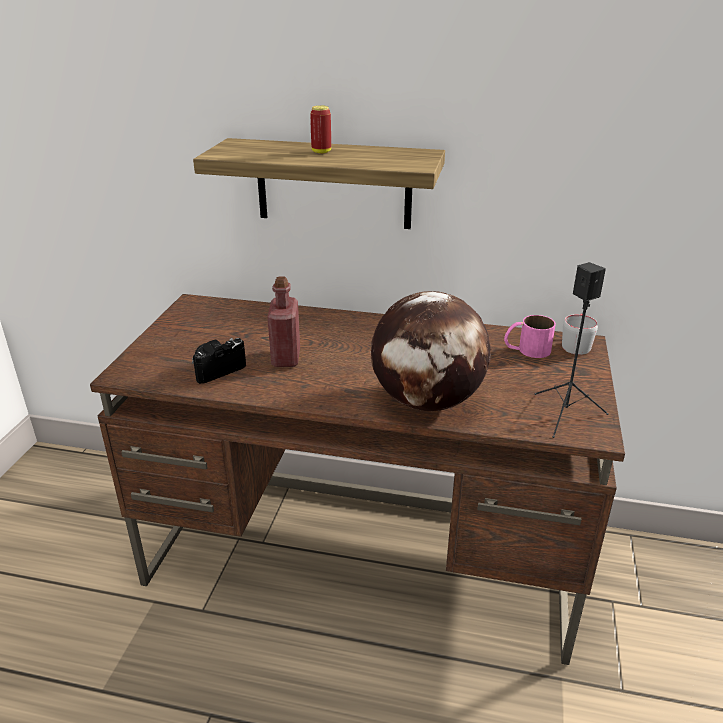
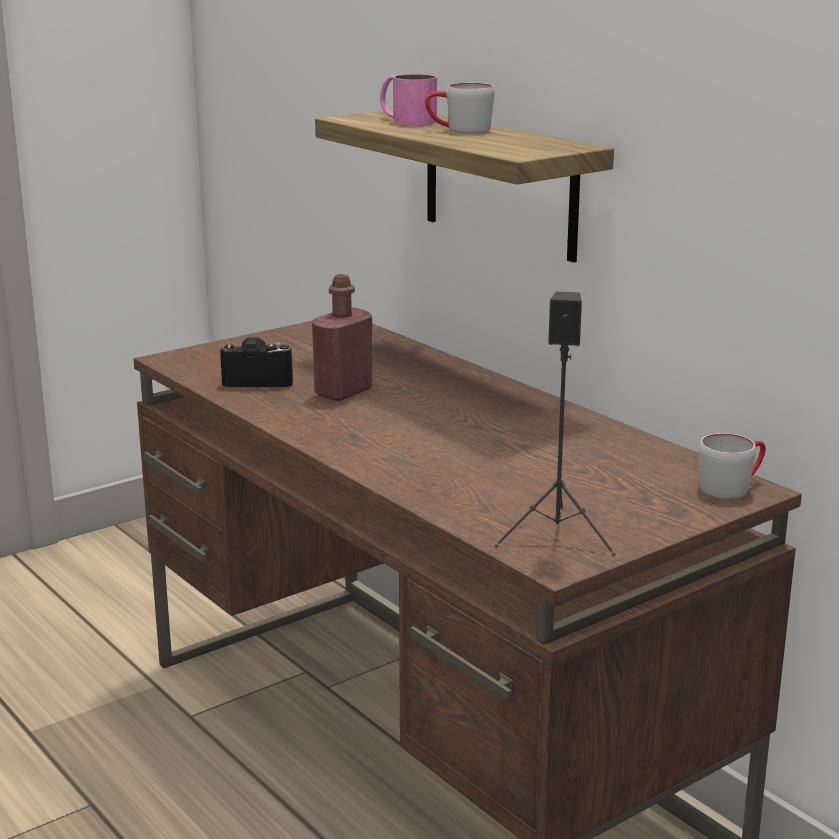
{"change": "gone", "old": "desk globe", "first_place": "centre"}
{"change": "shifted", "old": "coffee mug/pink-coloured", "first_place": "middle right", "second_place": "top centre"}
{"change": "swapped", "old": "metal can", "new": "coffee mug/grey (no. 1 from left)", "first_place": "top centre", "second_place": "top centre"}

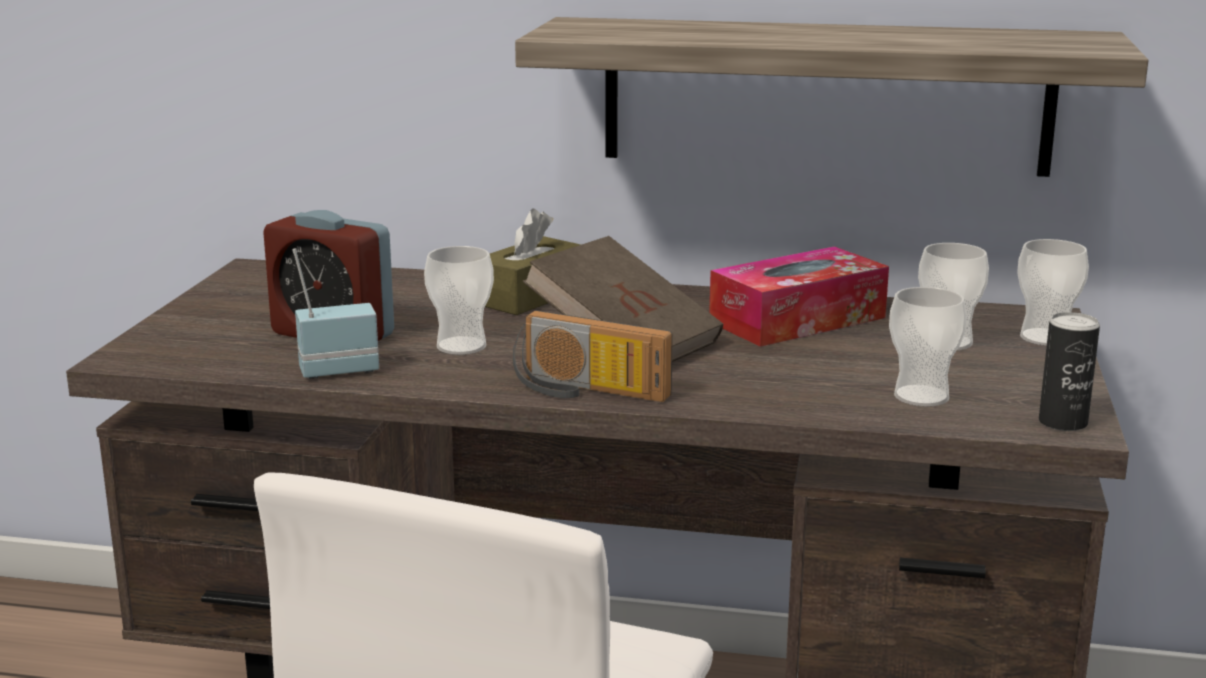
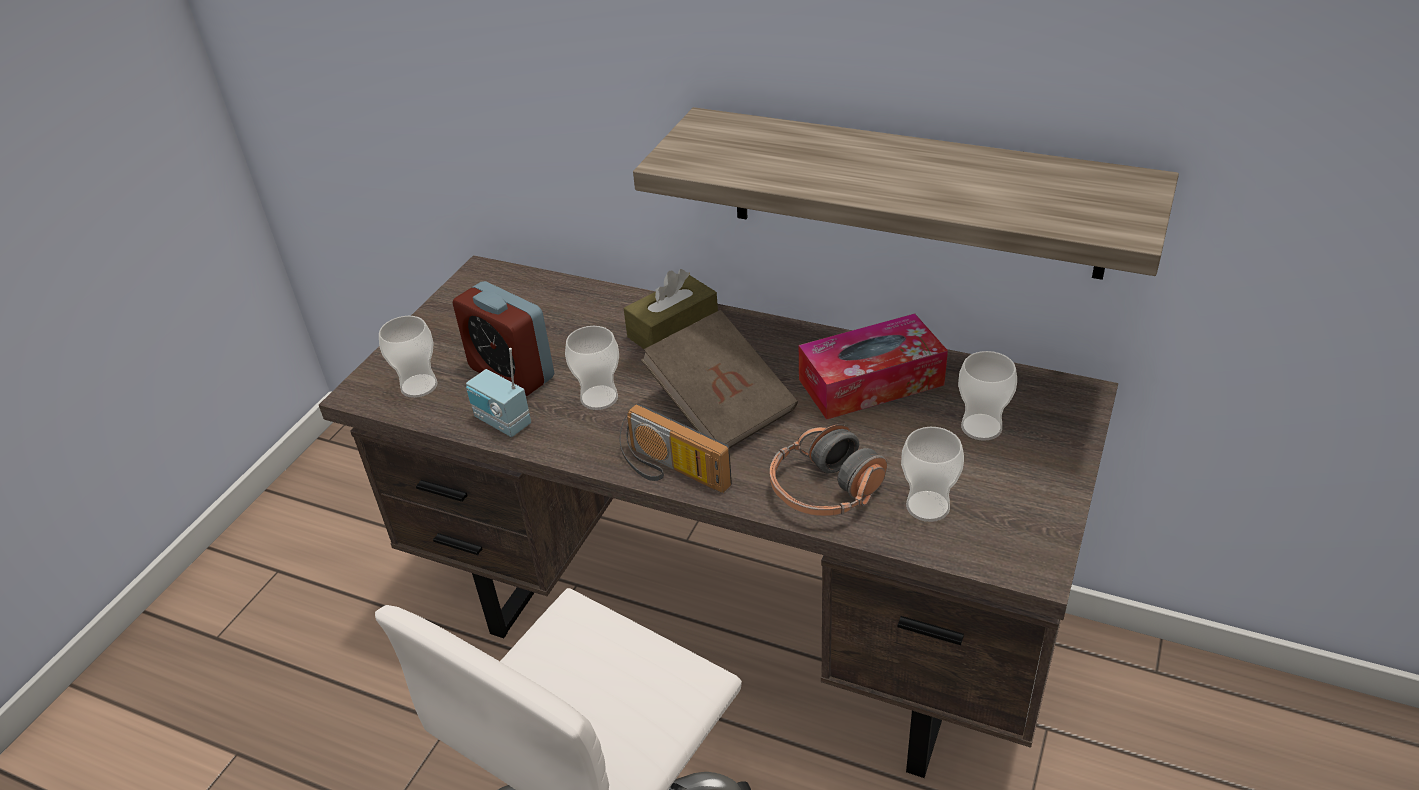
{"change": "gone", "old": "metal can", "first_place": "middle right"}
{"change": "new", "new": "pair of headphones", "second_place": "centre"}
{"change": "shifted", "old": "cup (no. 4 from left in the first image)", "new": "cup (no. 1 from left)", "first_place": "middle right", "second_place": "middle left"}
{"change": "rotated", "old": "radio receiver (no. 1 from left)", "first_place": "middle left", "second_place": "centre", "degrees": -135}

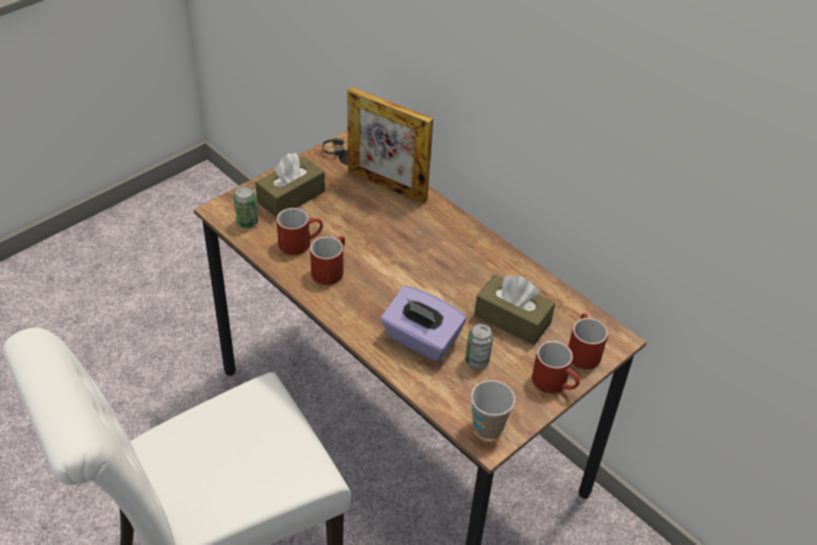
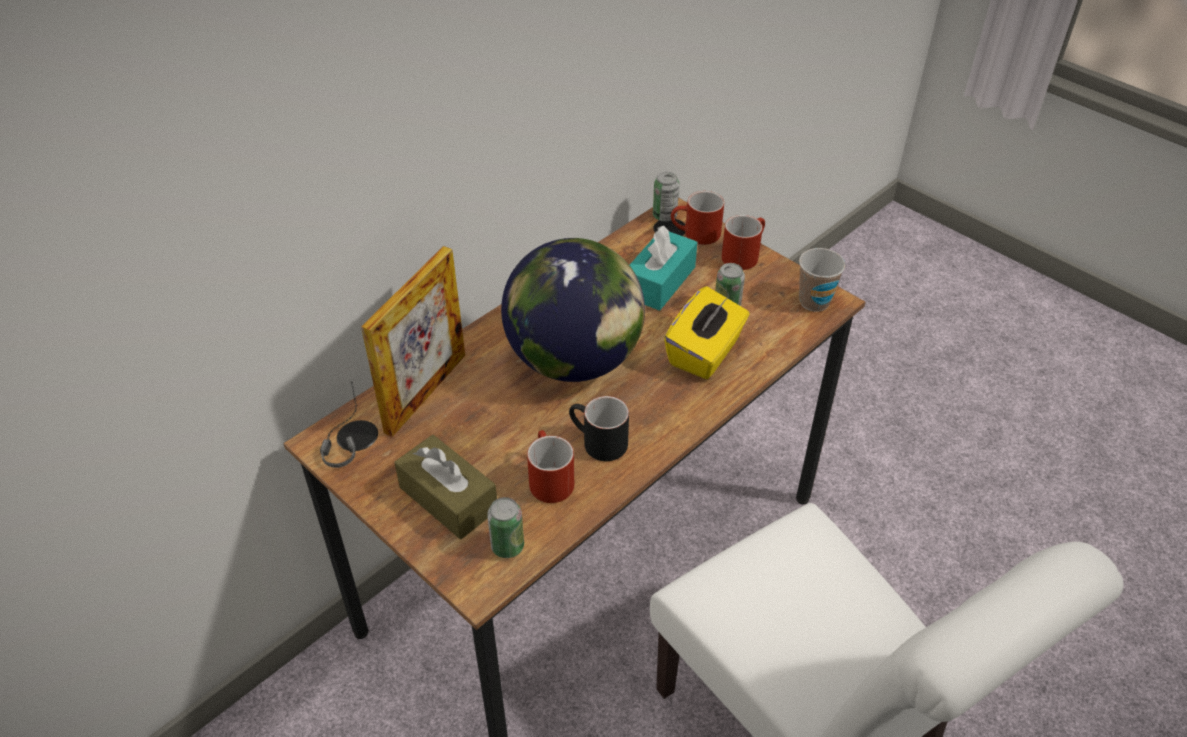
{"change": "new", "new": "desk globe", "second_place": "centre"}
{"change": "new", "new": "metal can (no. 2 from left)", "second_place": "top centre"}
{"change": "repainted", "old": "coffee mug/red-coloured (no. 2 from left)", "new": "coffee mug/blackish", "first_place": "centre", "second_place": "centre"}
{"change": "repainted", "old": "tissue box/purple-coloured", "new": "tissue box/yellowish", "first_place": "centre", "second_place": "centre"}
{"change": "repainted", "old": "tissue box/brown-coloured (no. 2 from left)", "new": "tissue box/turquoise", "first_place": "centre", "second_place": "centre"}

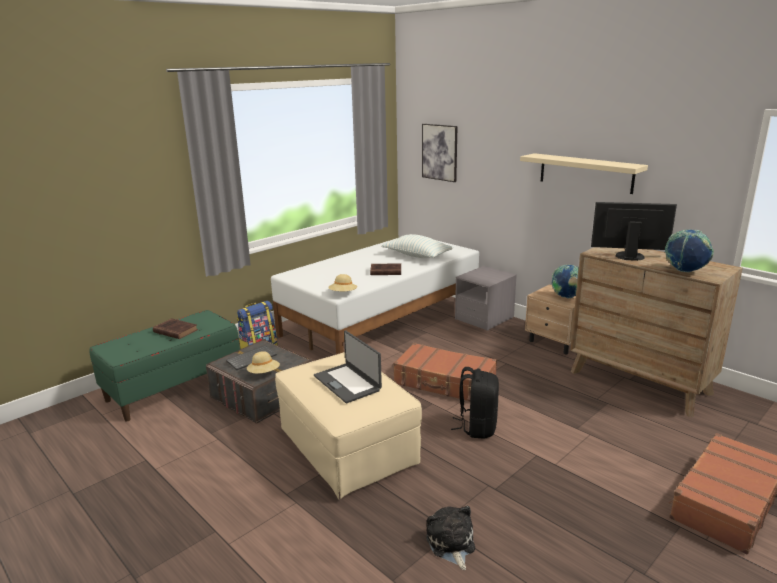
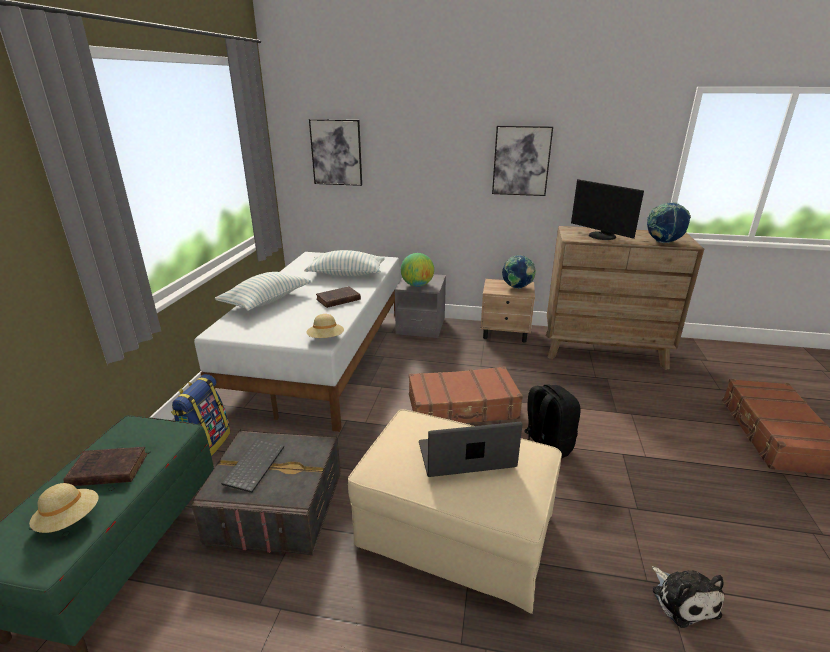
{"change": "new", "new": "throw pillow (no. 1 from left)", "second_place": "middle left"}
{"change": "new", "new": "desk globe (no. 1 from left)", "second_place": "centre"}
{"change": "shifted", "old": "hat/beige (no. 1 from left)", "first_place": "centre", "second_place": "bottom left"}
{"change": "swapped", "old": "shelf/beige", "new": "wall art (no. 2 from left)", "first_place": "top right", "second_place": "top centre"}
{"change": "rotated", "old": "laptop", "first_place": "centre", "second_place": "bottom centre", "degrees": 150}
{"change": "rotated", "old": "soft toy", "first_place": "bottom centre", "second_place": "bottom right", "degrees": -150}
{"change": "rotated", "old": "monitor", "first_place": "middle right", "second_place": "top right", "degrees": -105}

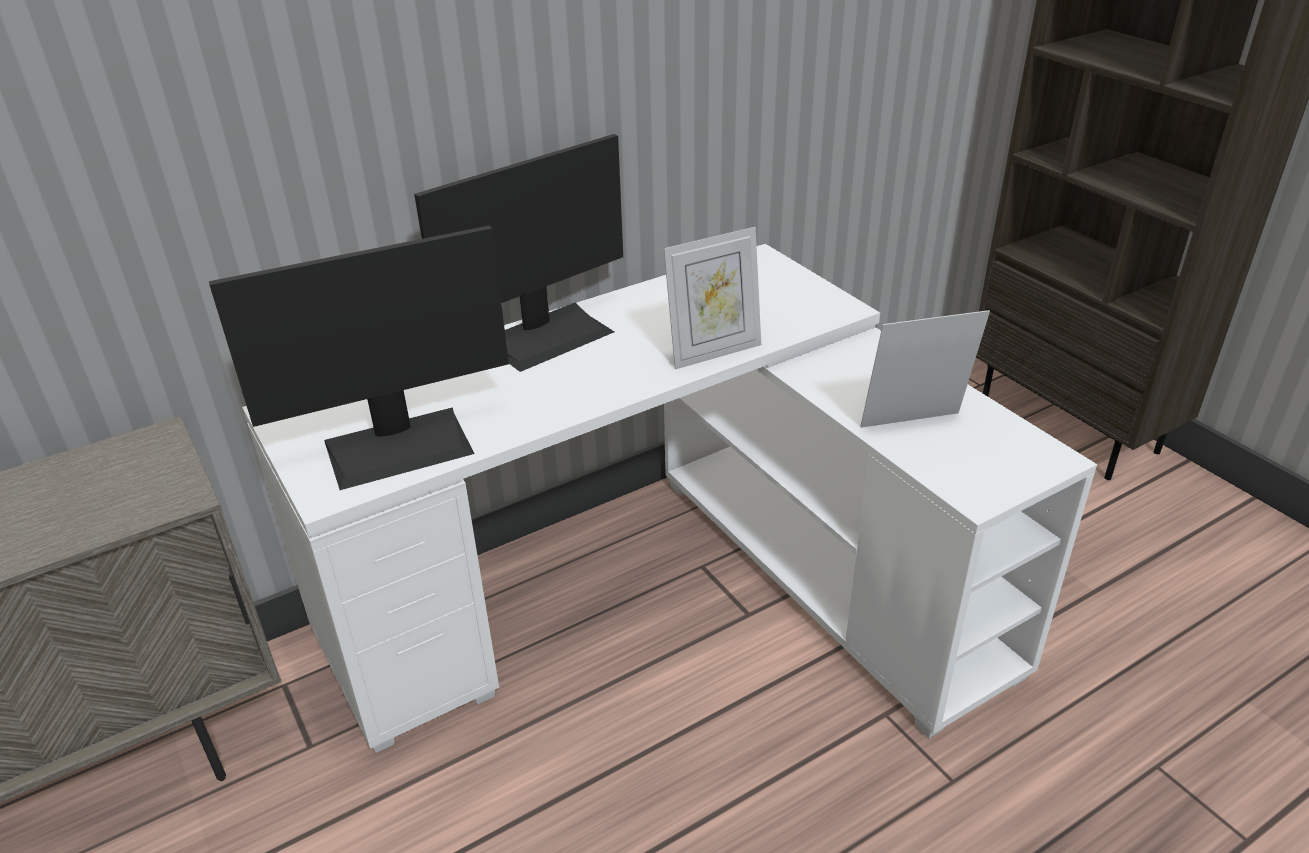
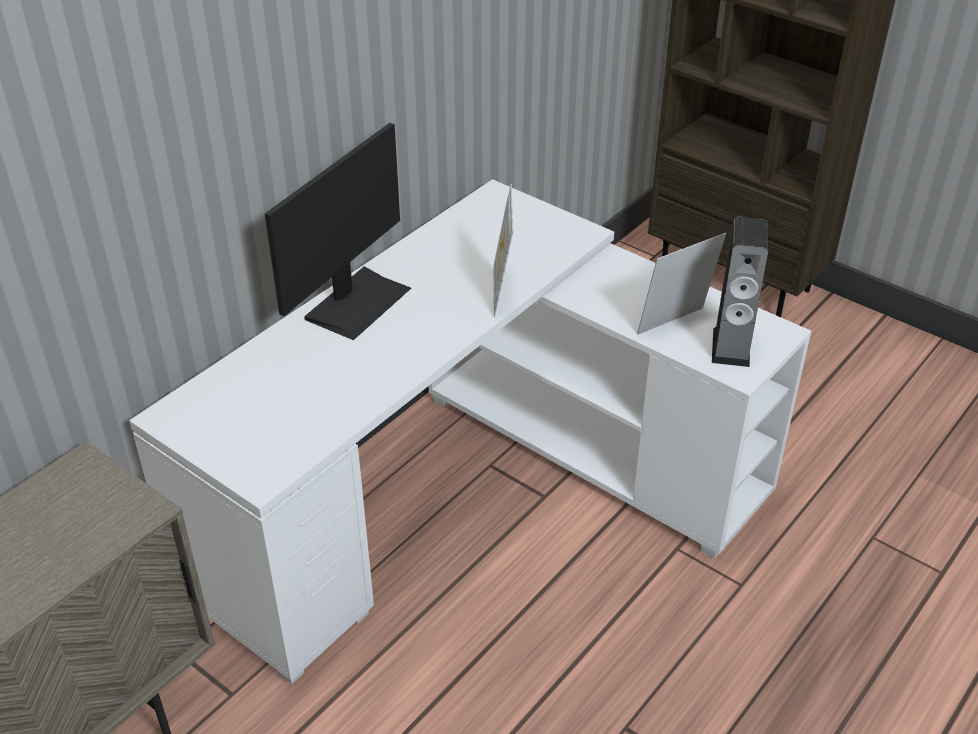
{"change": "gone", "old": "monitor (no. 1 from left)", "first_place": "middle left"}
{"change": "new", "new": "loudspeaker", "second_place": "middle right"}
{"change": "rotated", "old": "photo frame (no. 1 from left)", "first_place": "centre", "second_place": "centre", "degrees": 135}

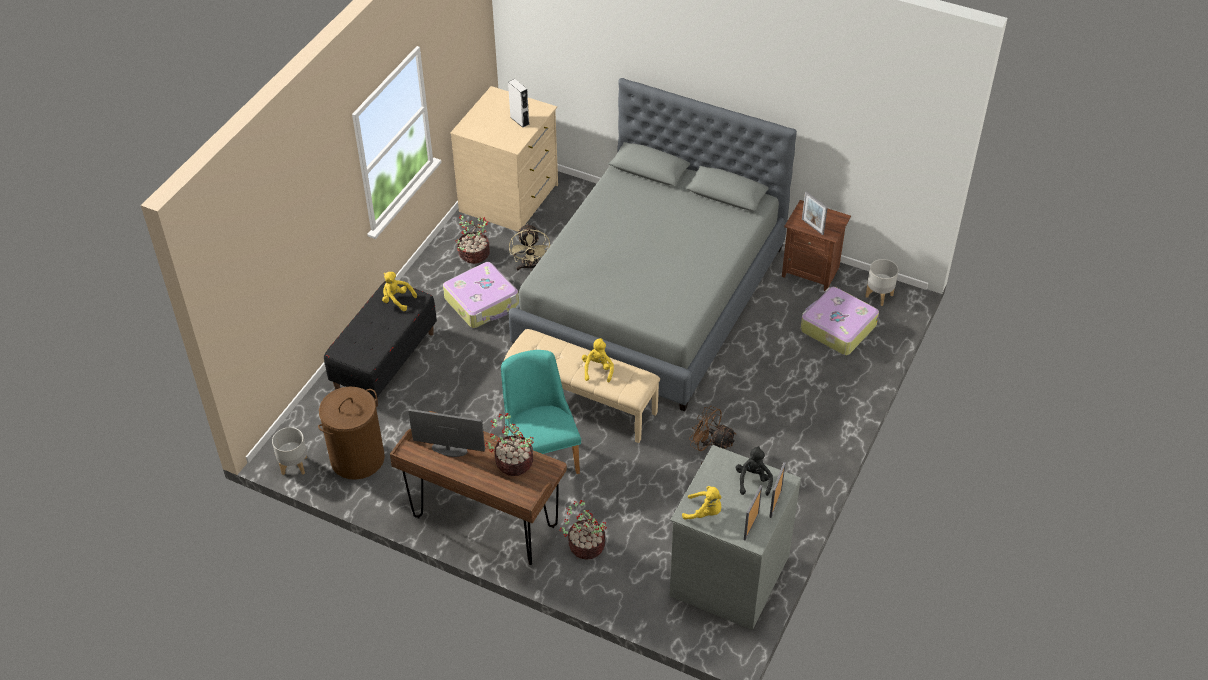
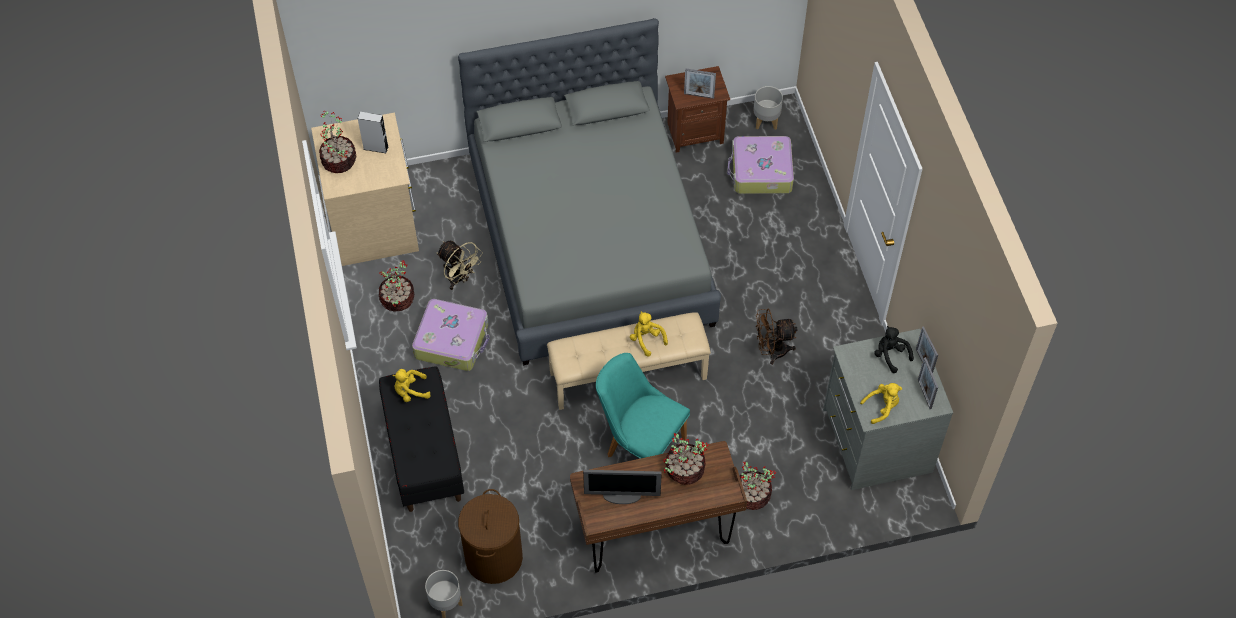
{"change": "new", "new": "potted plant (no. 1 from left)", "second_place": "top left"}
{"change": "rotated", "old": "monitor", "first_place": "centre", "second_place": "bottom centre", "degrees": -150}

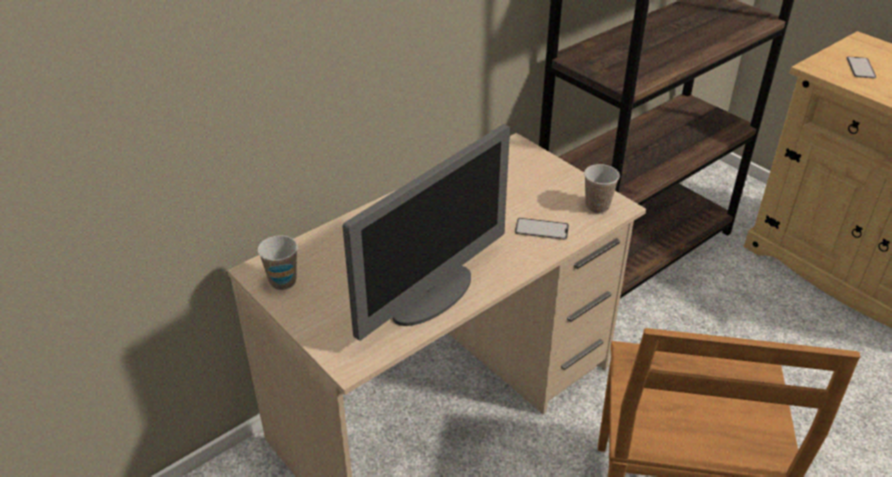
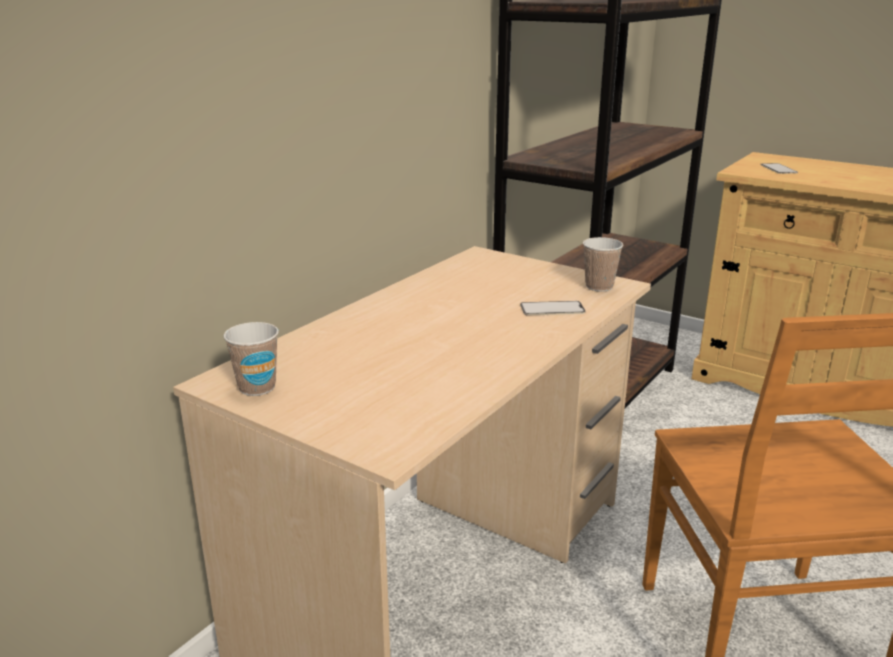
{"change": "gone", "old": "monitor", "first_place": "centre"}

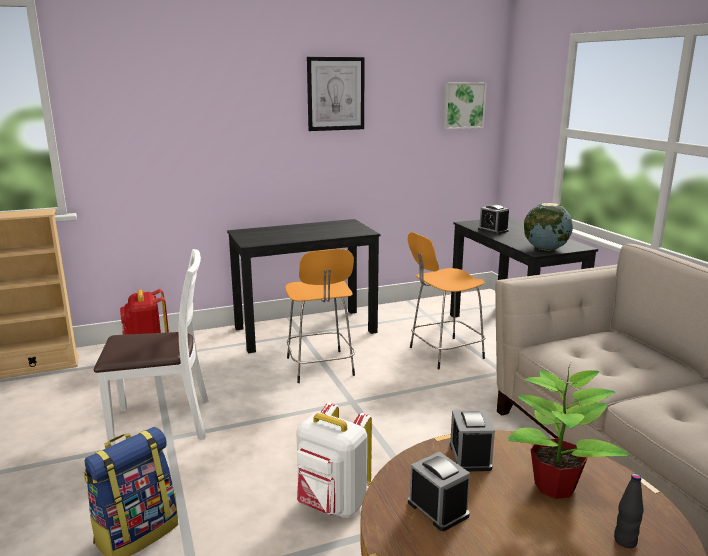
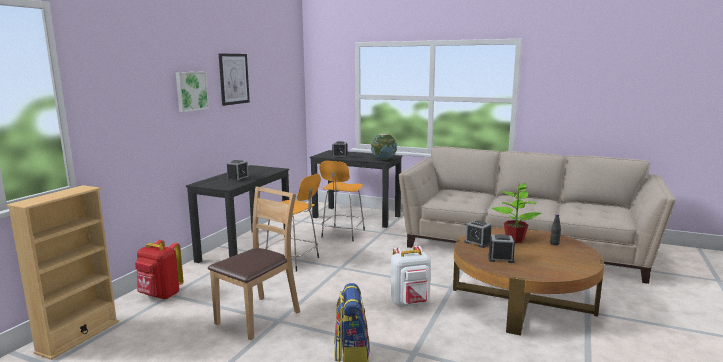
{"change": "new", "new": "table clock (no. 1 from left)", "second_place": "middle left"}
{"change": "shifted", "old": "wall art (no. 2 from left in the first image)", "new": "wall art (no. 1 from left)", "first_place": "top centre", "second_place": "top left"}
{"change": "repainted", "old": "upright chair/white", "new": "upright chair/brown-coloured", "first_place": "middle left", "second_place": "bottom centre"}

